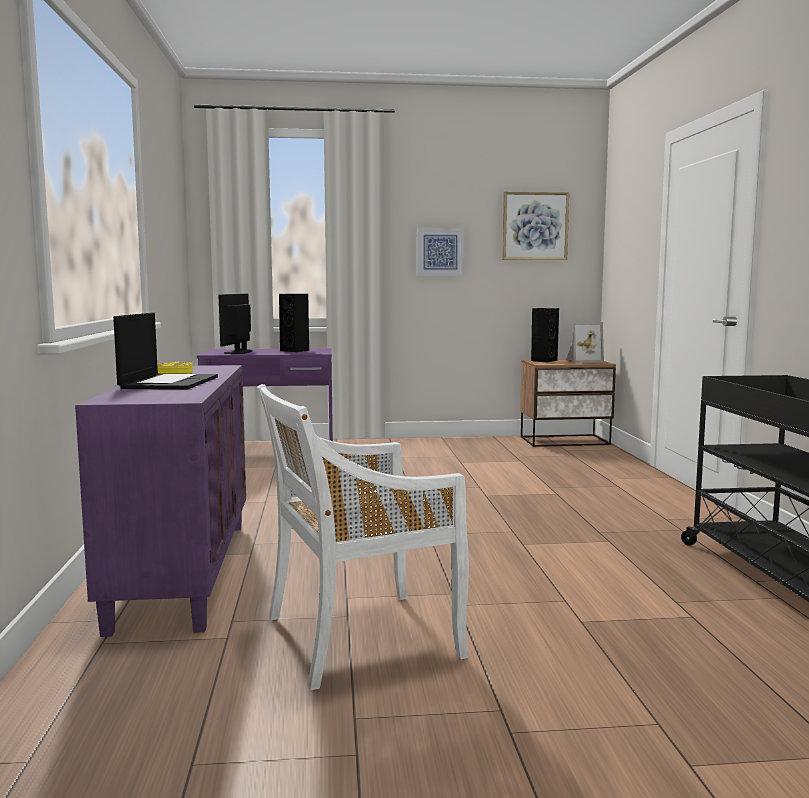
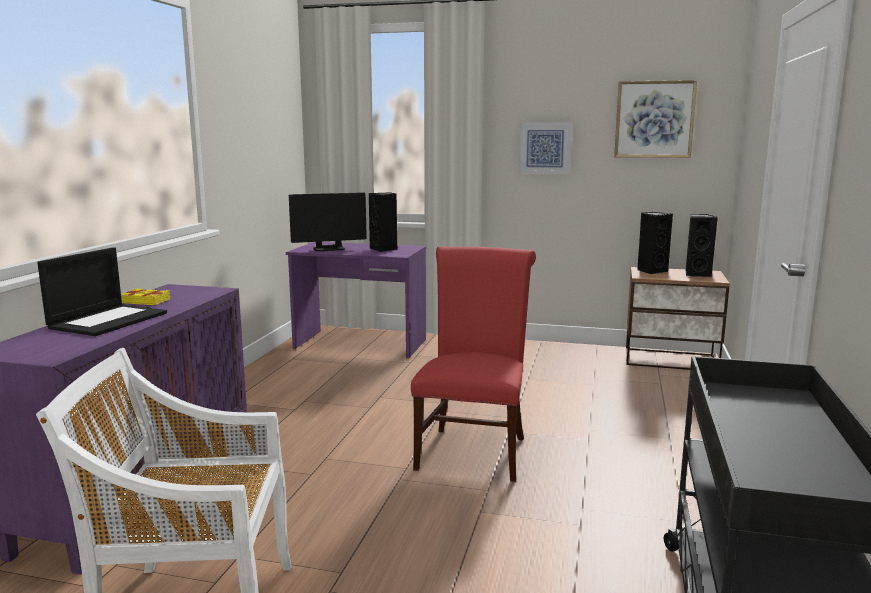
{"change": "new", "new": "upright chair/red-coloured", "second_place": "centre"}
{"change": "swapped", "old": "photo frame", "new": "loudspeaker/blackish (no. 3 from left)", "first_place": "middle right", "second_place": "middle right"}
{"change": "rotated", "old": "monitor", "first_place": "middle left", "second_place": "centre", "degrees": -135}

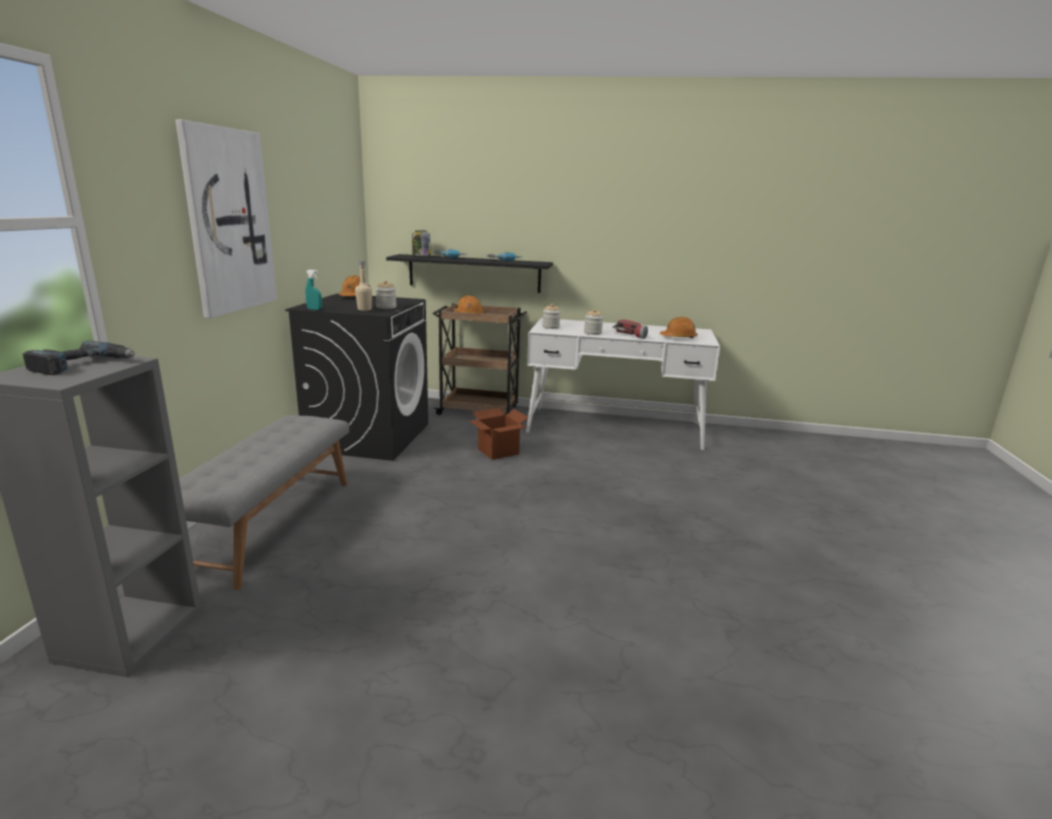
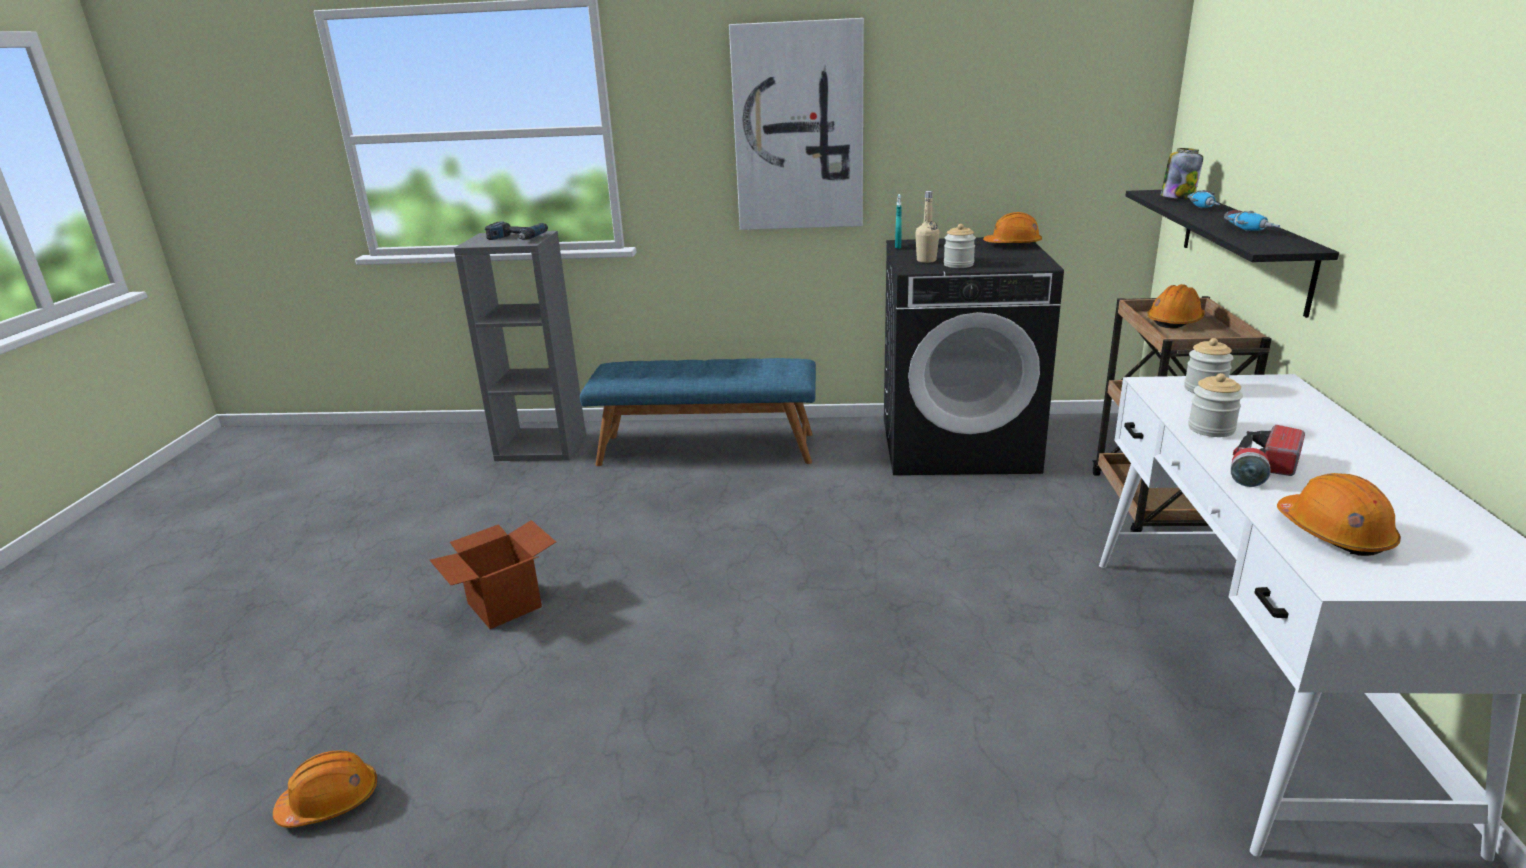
{"change": "new", "new": "safety helmet/orange-coloured (no. 1 from left)", "second_place": "bottom left"}
{"change": "shifted", "old": "packing box", "first_place": "centre", "second_place": "middle left"}
{"change": "repainted", "old": "indoor bench/grey", "new": "indoor bench/bluish", "first_place": "middle left", "second_place": "centre"}

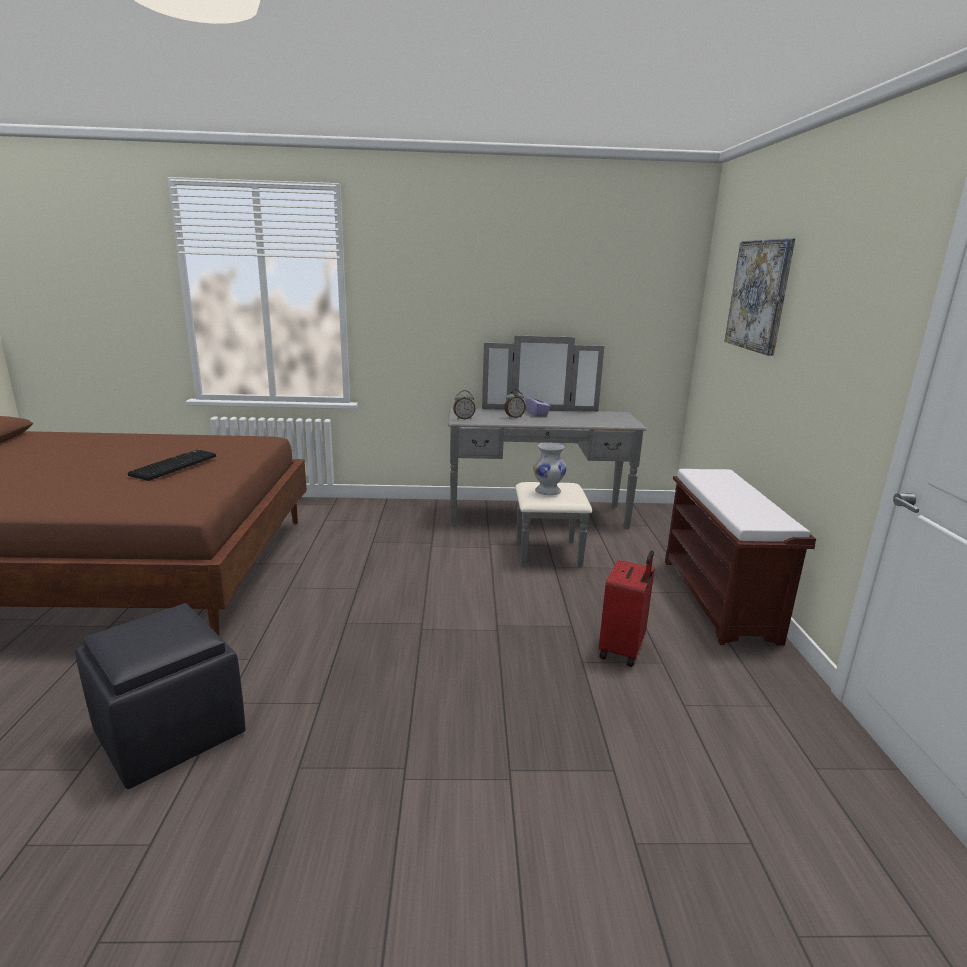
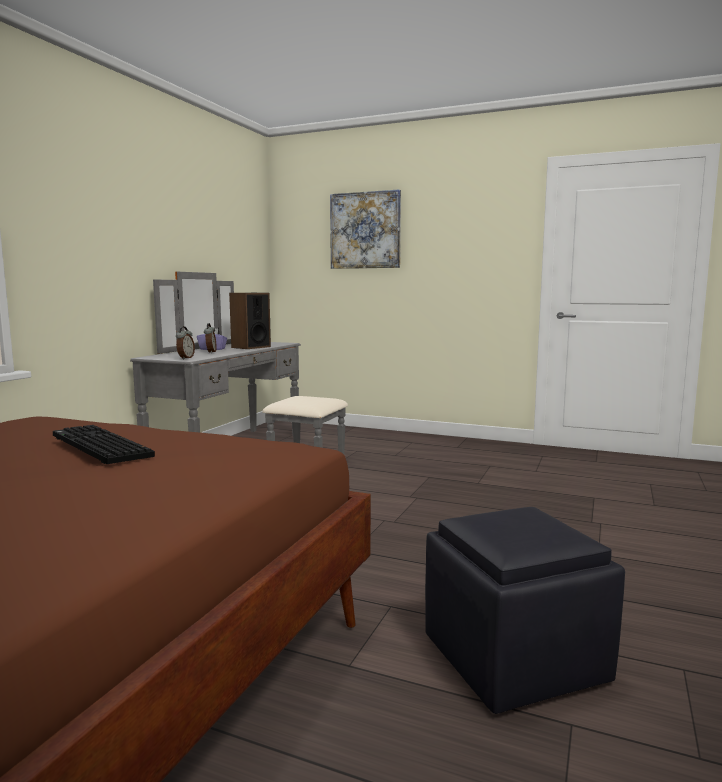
{"change": "gone", "old": "vase/white", "first_place": "centre"}
{"change": "gone", "old": "piece of luggage/red-coloured", "first_place": "centre"}
{"change": "gone", "old": "indoor bench/brown-coloured", "first_place": "middle right"}
{"change": "new", "new": "loudspeaker", "second_place": "centre"}

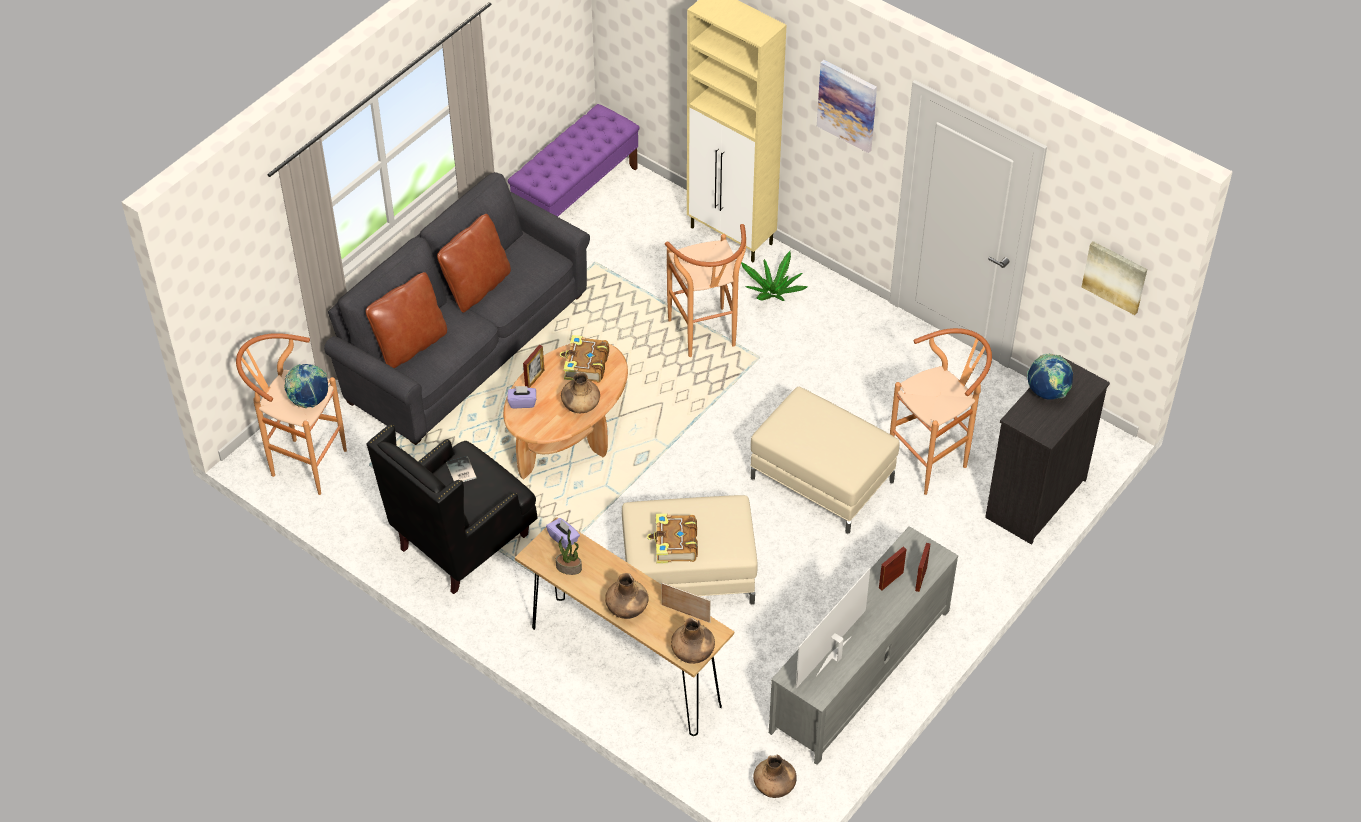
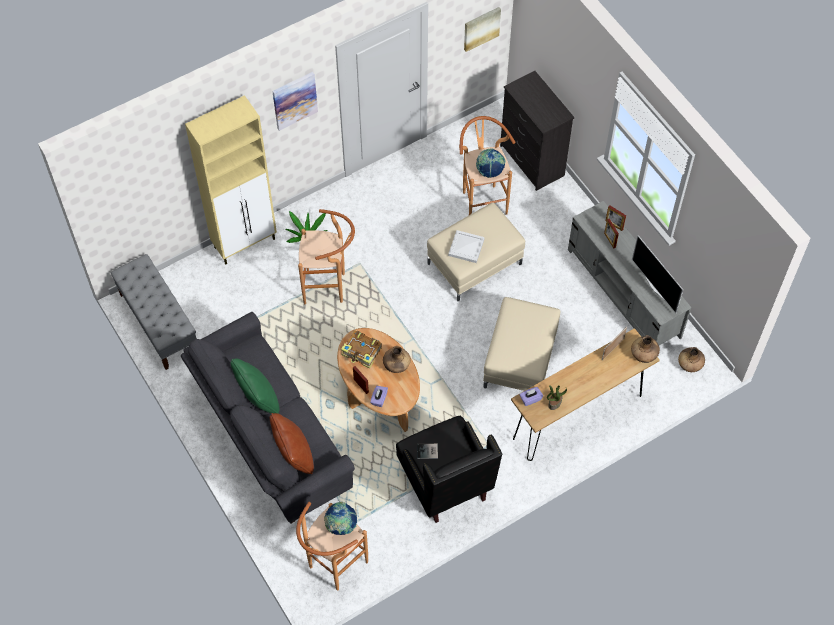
{"change": "gone", "old": "vase/brown-coloured (no. 2 from left)", "first_place": "bottom centre"}
{"change": "gone", "old": "book (no. 3 from left)", "first_place": "centre"}
{"change": "new", "new": "serving tray/white", "second_place": "centre"}
{"change": "shifted", "old": "desk globe (no. 2 from left)", "first_place": "middle right", "second_place": "top centre"}
{"change": "repainted", "old": "throw pillow/brown-coloured (no. 2 from left)", "new": "throw pillow/green", "first_place": "top centre", "second_place": "middle left"}
{"change": "repainted", "old": "indoor bench/purple-coloured", "new": "indoor bench/grey", "first_place": "top centre", "second_place": "middle left"}

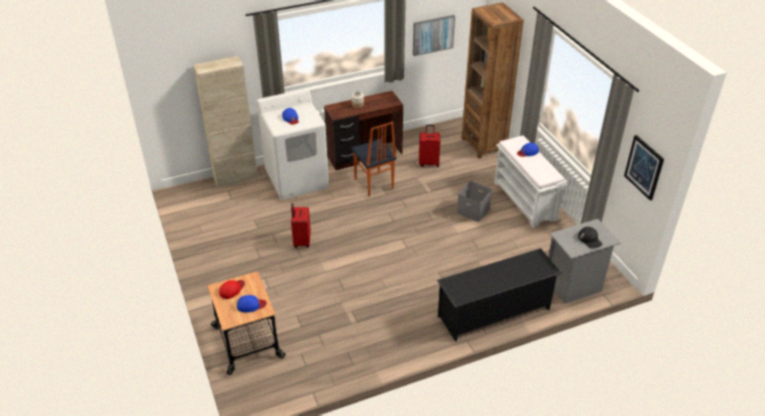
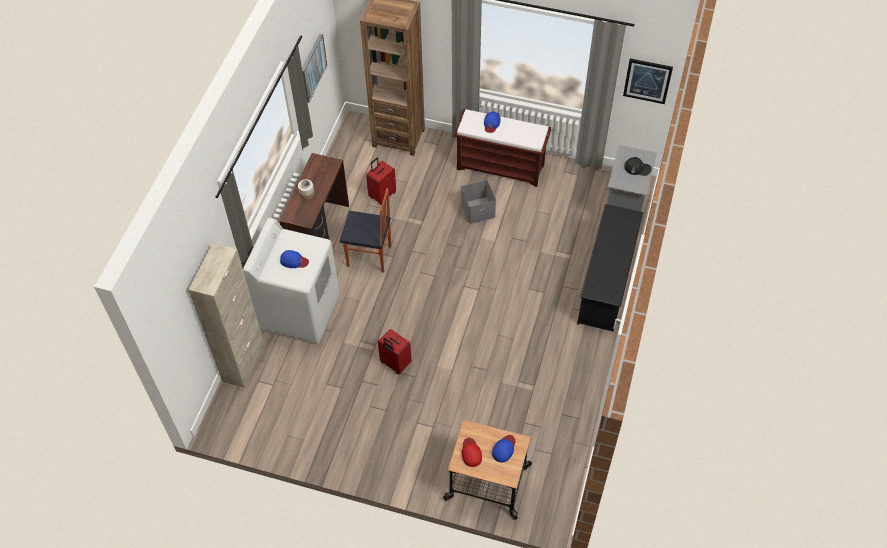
{"change": "repainted", "old": "indoor bench/white", "new": "indoor bench/brown-coloured", "first_place": "middle right", "second_place": "top centre"}

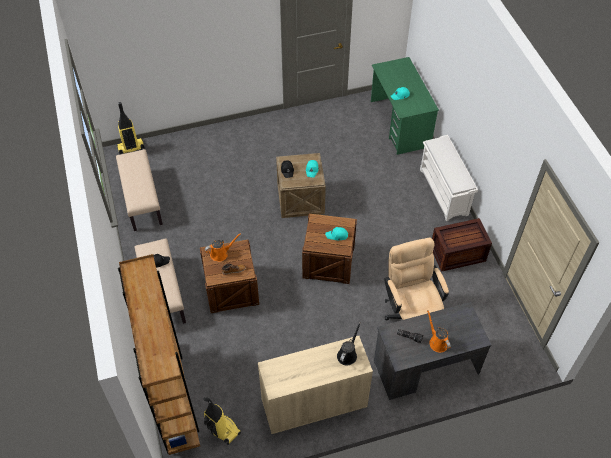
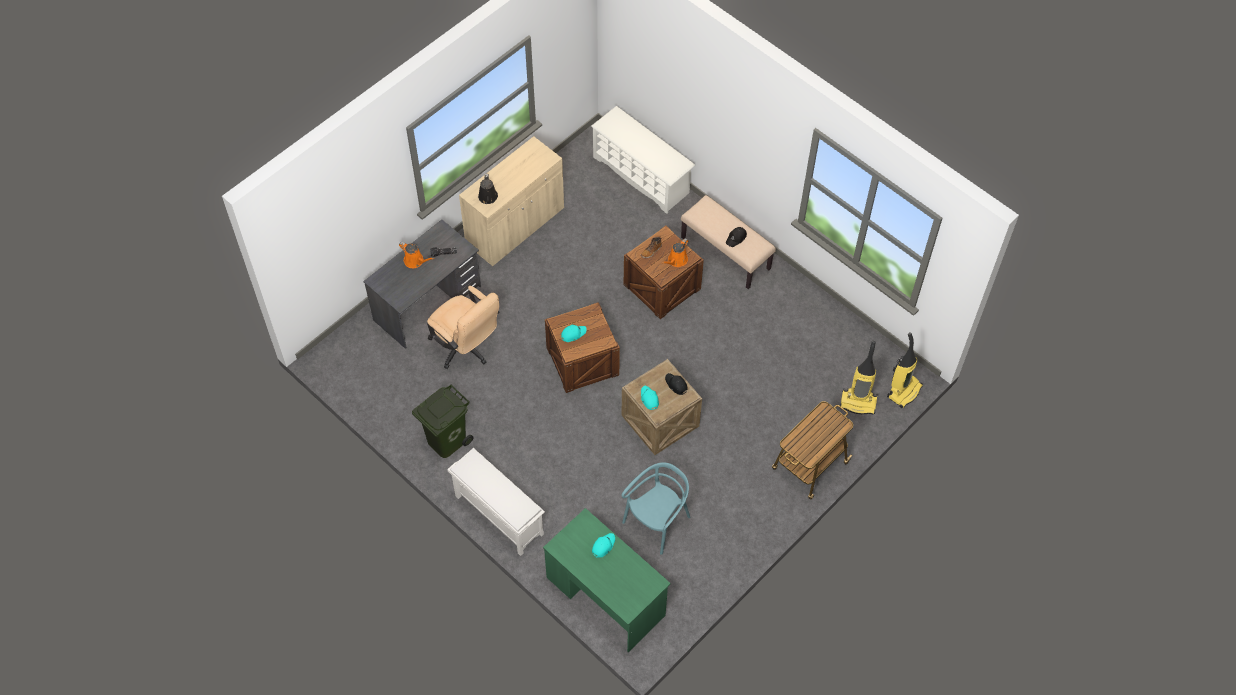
{"change": "gone", "old": "indoor bench/beige (no. 1 from left)", "first_place": "middle left"}
{"change": "new", "new": "upright chair/turquoise", "second_place": "bottom centre"}
{"change": "new", "new": "wheeled cart", "second_place": "centre"}
{"change": "shifted", "old": "hoover (no. 2 from left in the first image)", "new": "hoover (no. 1 from left)", "first_place": "bottom centre", "second_place": "middle right"}
{"change": "swapped", "old": "shelving unit/brown-coloured", "new": "shoe stand/white (no. 2 from left)", "first_place": "bottom left", "second_place": "top centre"}
{"change": "swapped", "old": "crate (no. 4 from left)", "new": "trash can/green", "first_place": "middle right", "second_place": "centre"}

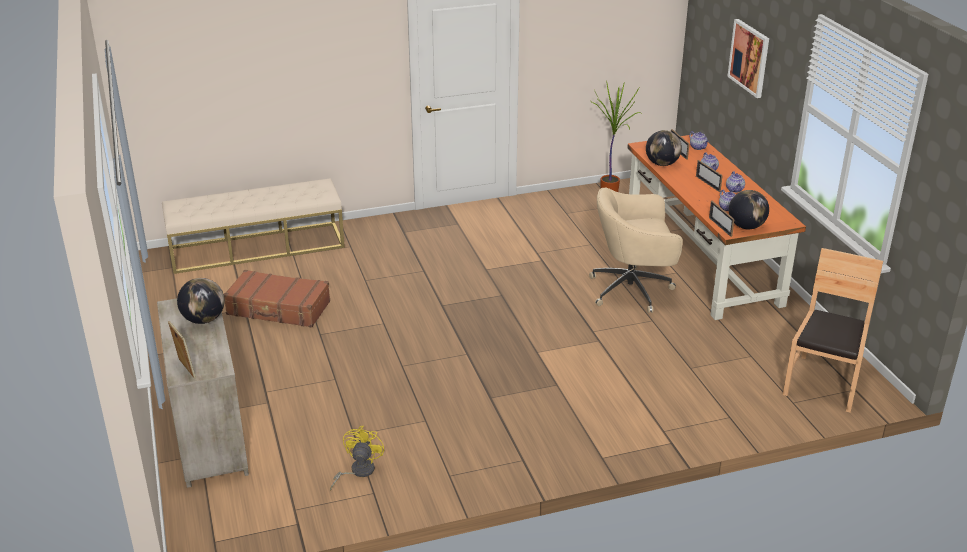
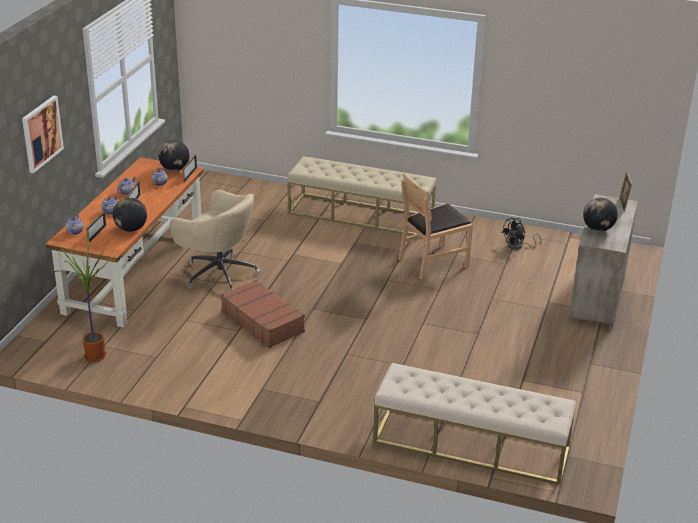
{"change": "new", "new": "indoor bench/beige (no. 1 from left)", "second_place": "centre"}
{"change": "shifted", "old": "piece of luggage/brown-coloured", "first_place": "middle left", "second_place": "centre"}
{"change": "shifted", "old": "upright chair/brown-coloured", "first_place": "middle right", "second_place": "centre"}
{"change": "repainted", "old": "fan/yellowish", "new": "fan/blackish", "first_place": "bottom centre", "second_place": "middle right"}

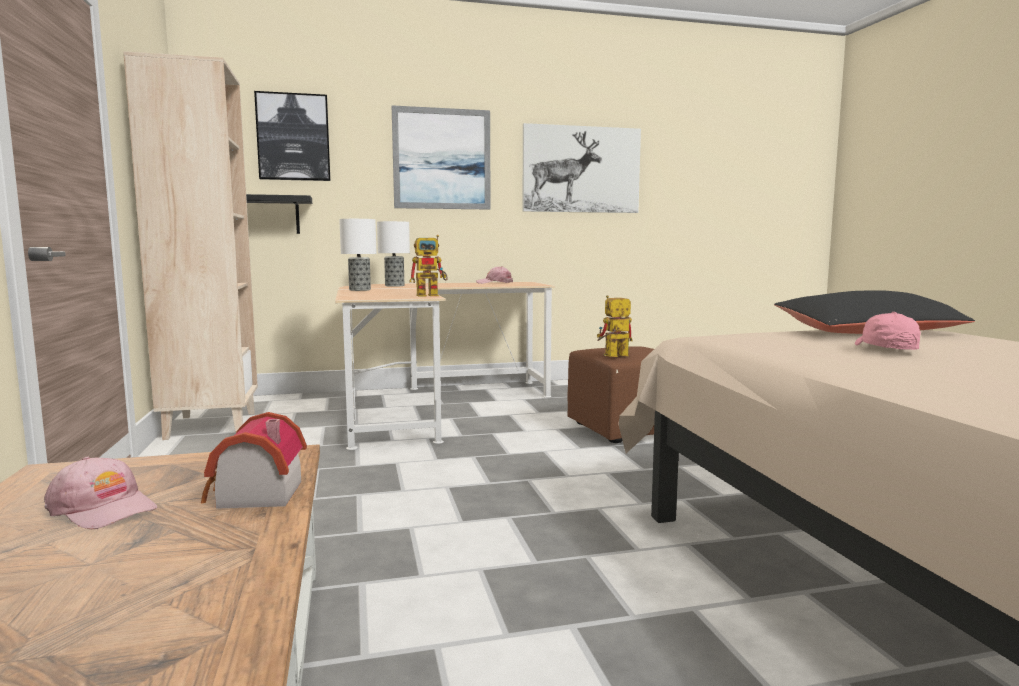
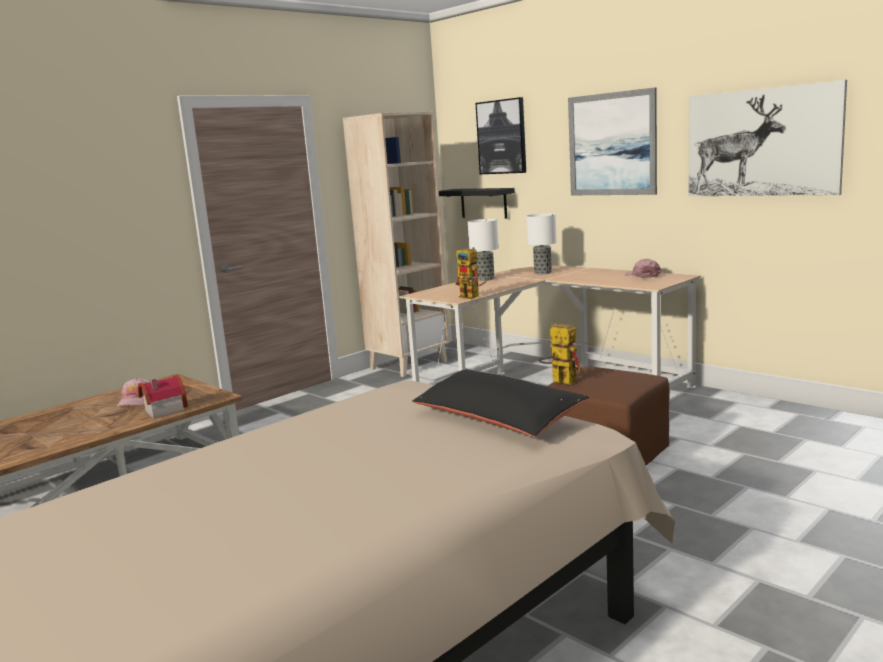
{"change": "gone", "old": "cap/pink-coloured (no. 3 from left)", "first_place": "middle right"}

